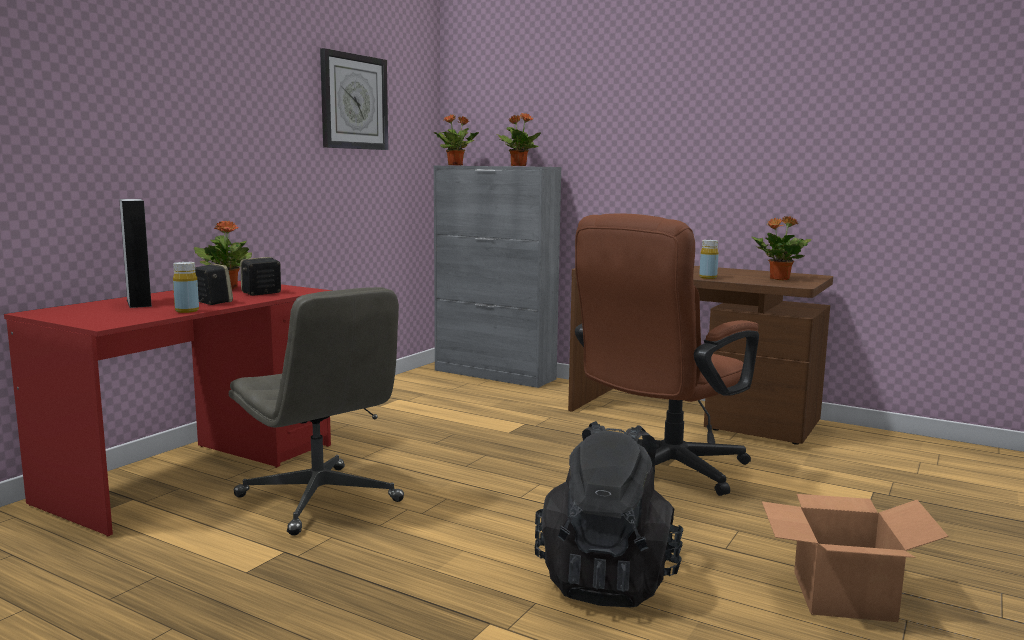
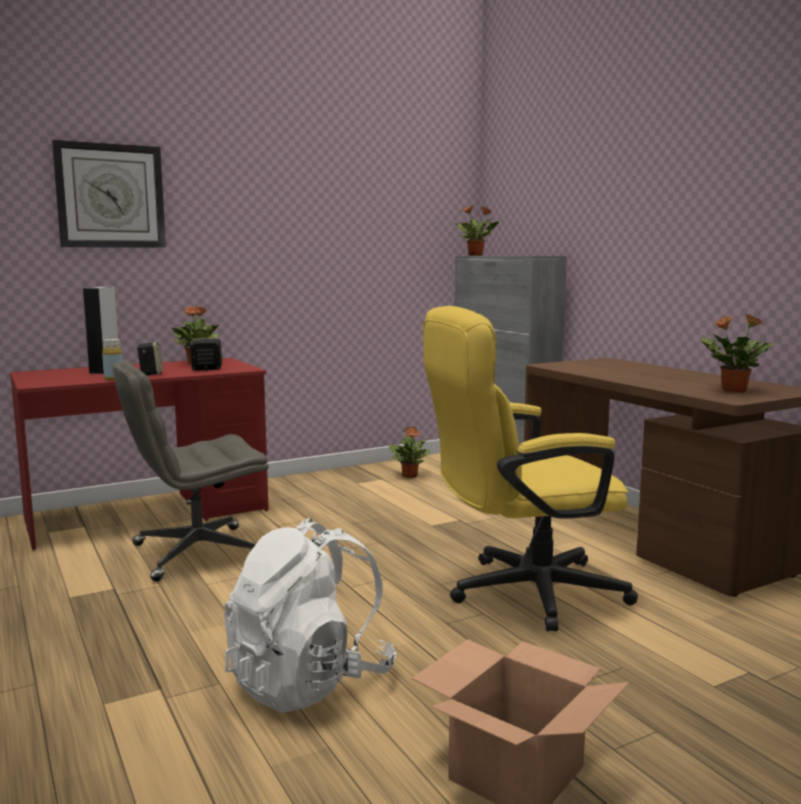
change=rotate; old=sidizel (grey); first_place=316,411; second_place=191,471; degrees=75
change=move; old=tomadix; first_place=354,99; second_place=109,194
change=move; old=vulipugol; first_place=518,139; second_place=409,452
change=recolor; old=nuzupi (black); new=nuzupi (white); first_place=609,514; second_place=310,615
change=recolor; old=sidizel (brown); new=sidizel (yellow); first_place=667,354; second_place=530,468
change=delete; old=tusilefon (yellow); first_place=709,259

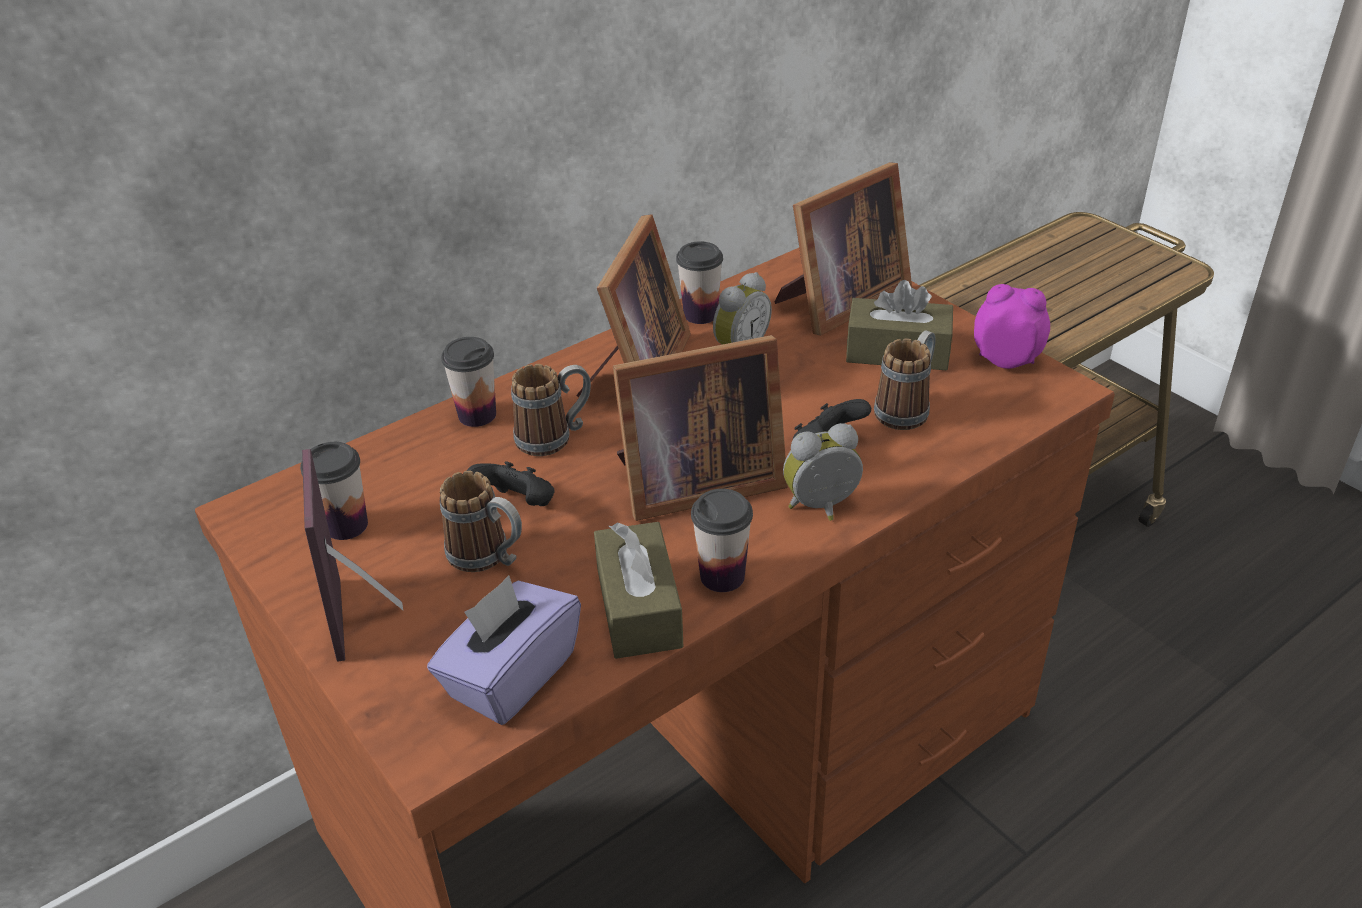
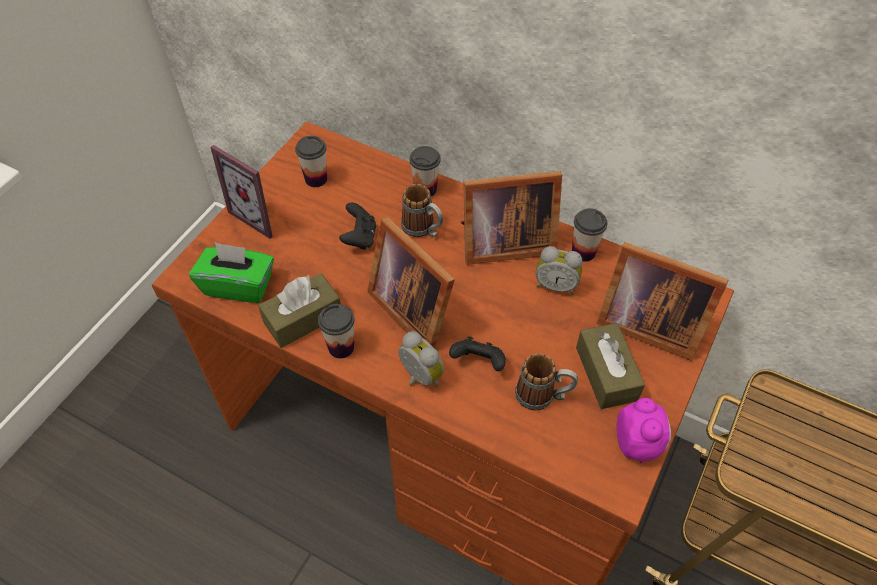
change=rotate; old=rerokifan; first_place=352,555; second_place=241,192; degrees=-105
change=recolor; old=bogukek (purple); new=bogukek (green); first_place=504,650; second_place=231,272
change=delete; old=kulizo; first_place=481,521

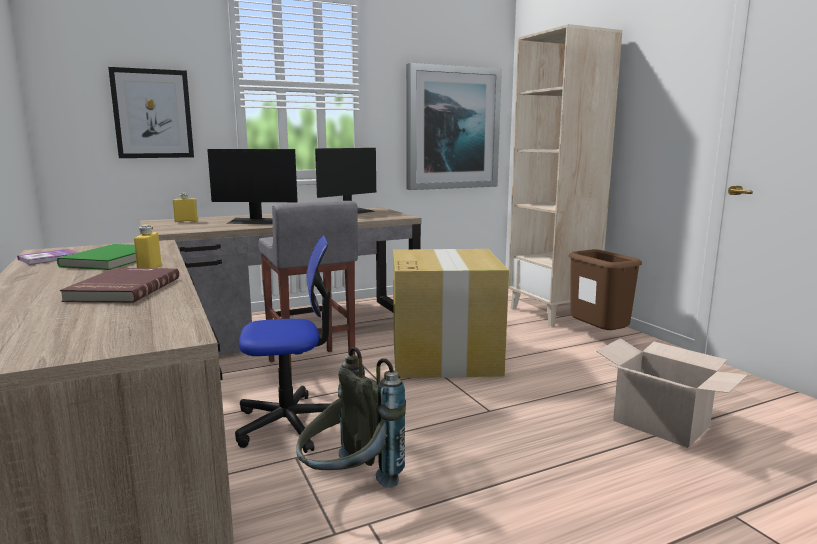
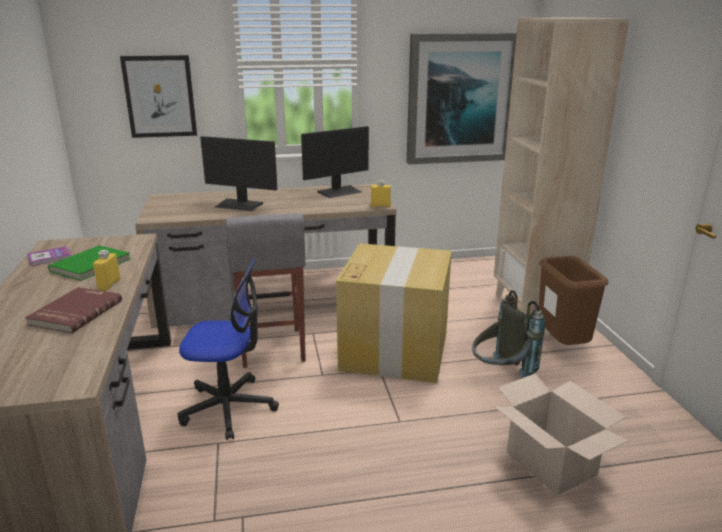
change=move; old=tusilefon (yellow); first_place=185,207; second_place=381,193
change=move; old=nuzupi (grey); first_place=351,417; second_place=508,334

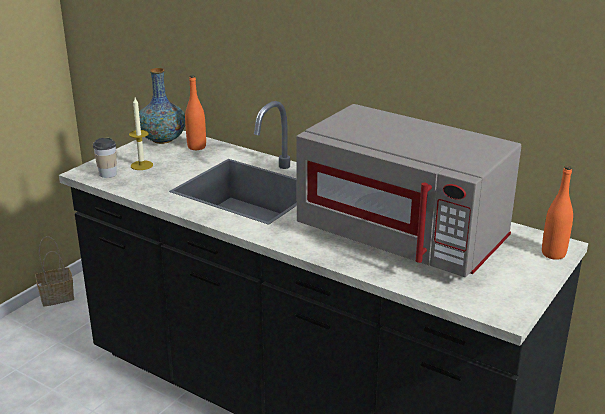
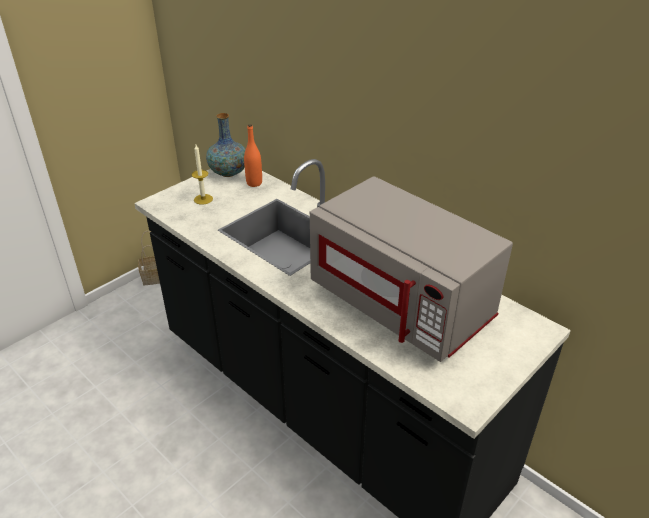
change=delete; old=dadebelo; first_place=105,158
change=delete; old=tusilefon (orange); first_place=557,213

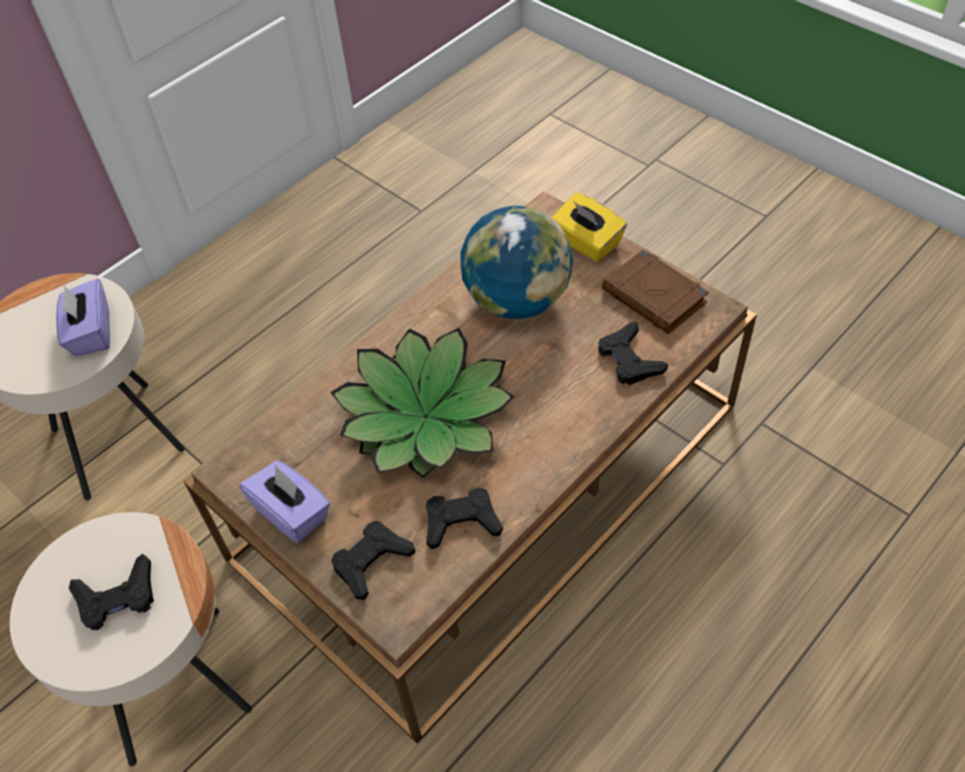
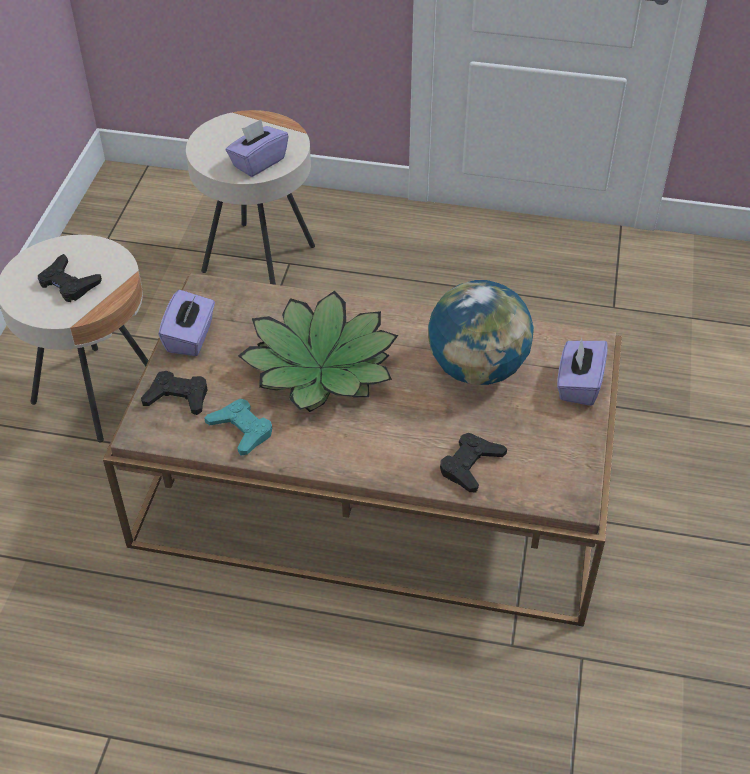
change=recolor; old=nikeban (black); new=nikeban (turquoise); first_place=464,518; second_place=238,427
change=recolor; old=bogukek (yellow); new=bogukek (purple); first_place=589,227; second_place=582,372
change=delete; old=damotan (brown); first_place=655,291

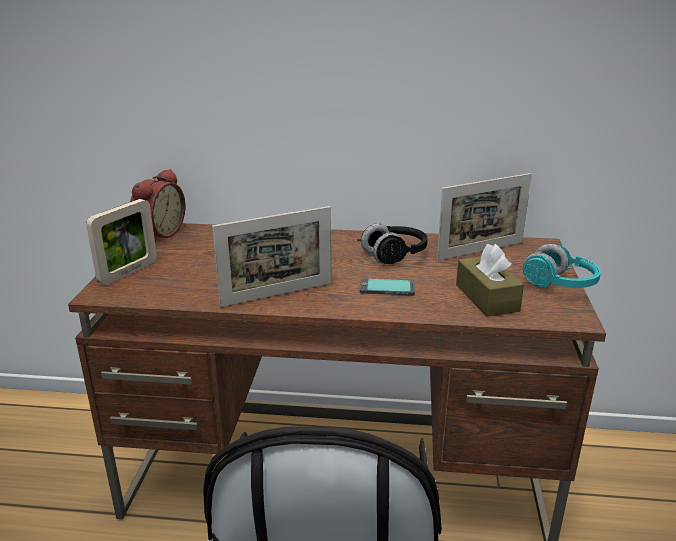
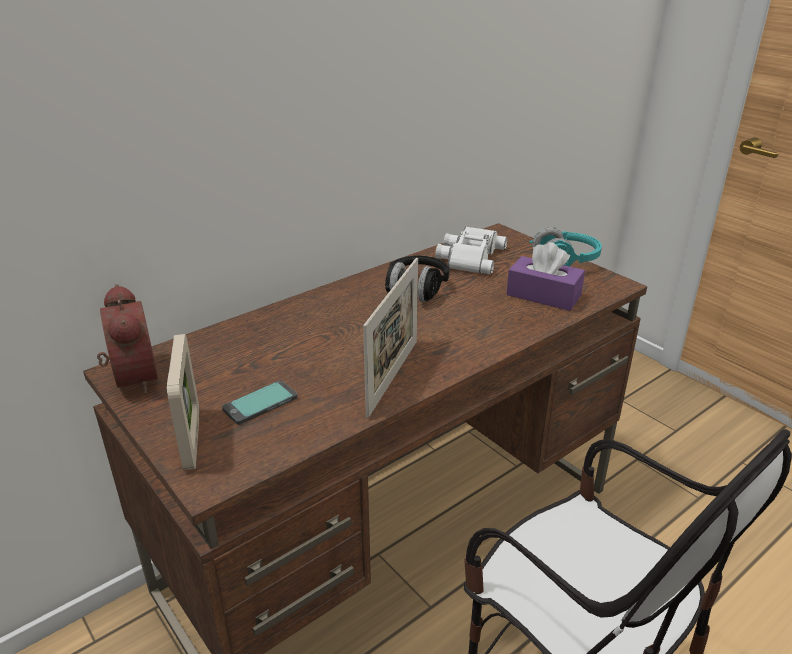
change=move; old=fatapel; first_place=387,287; second_place=260,402
change=replace; old=rerokifan; new=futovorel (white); first_place=484,217; second_place=471,250
change=recolor; old=bogukek (brown); new=bogukek (purple); first_place=490,280; second_place=546,276

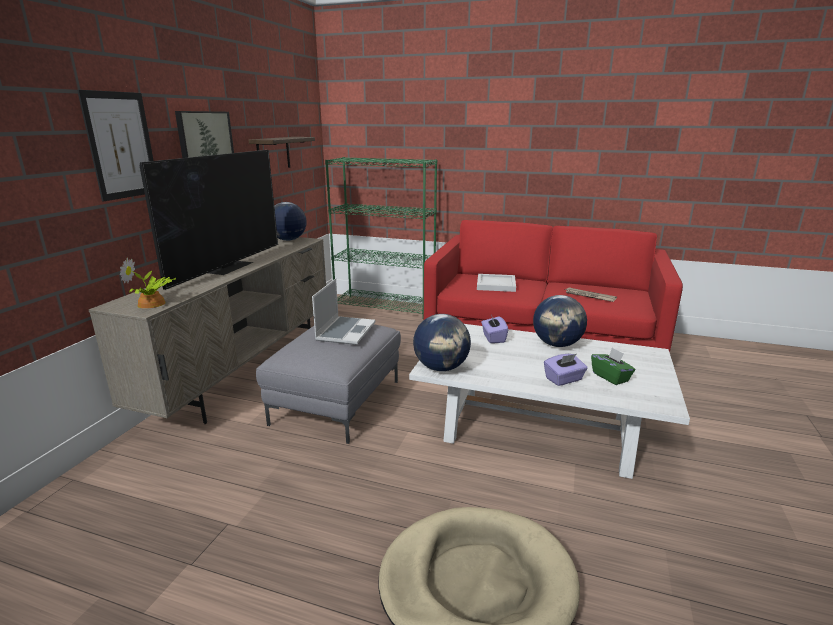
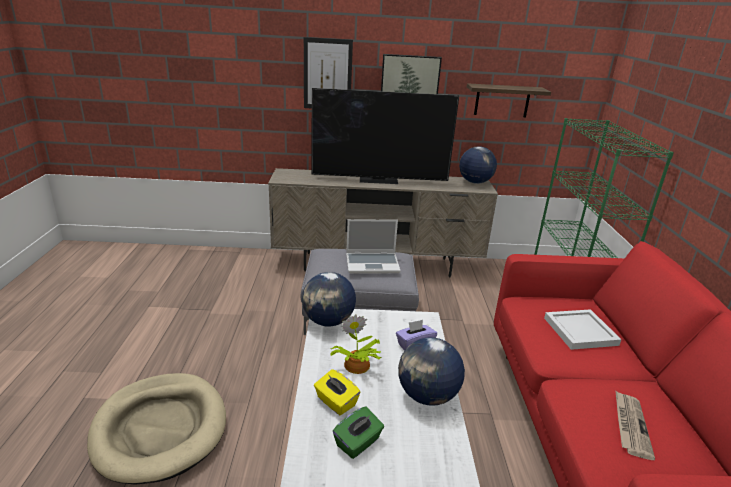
change=move; old=vulipugol; first_place=148,283; second_place=356,344
change=recolor; old=bogukek (purple); new=bogukek (yellow); first_place=566,370; second_place=337,392

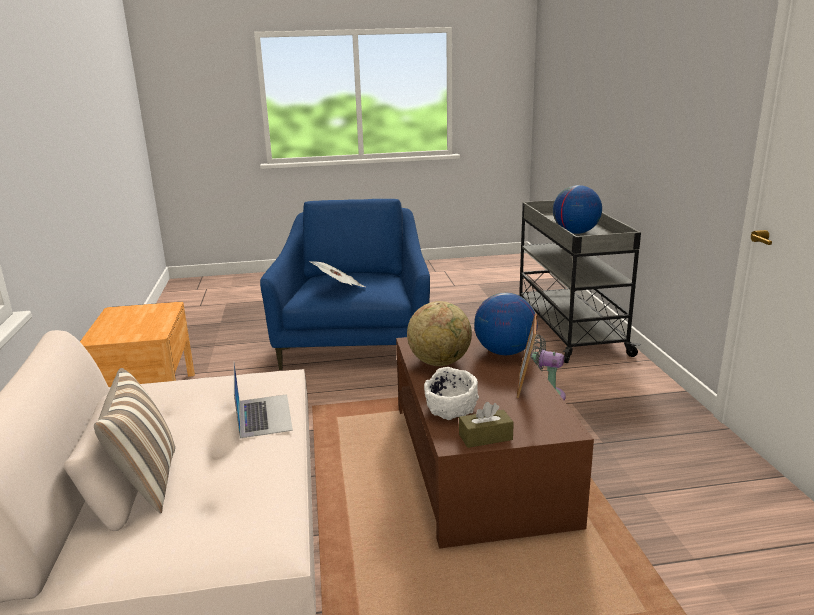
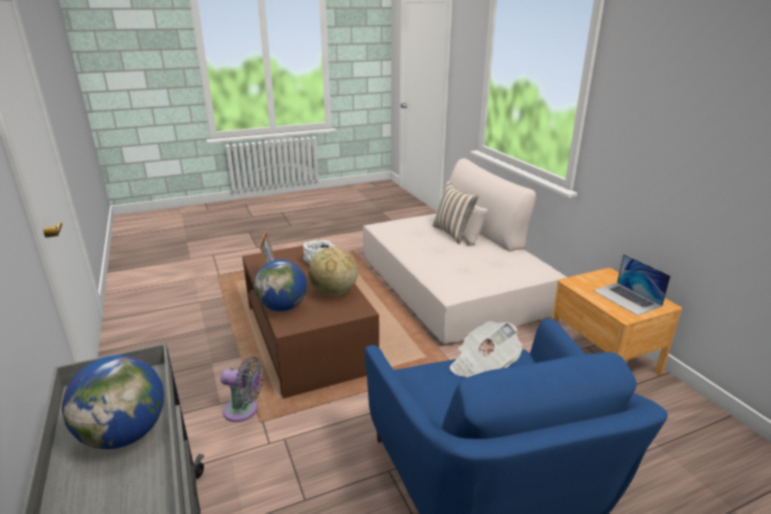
change=move; old=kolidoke; first_place=263,400; second_place=632,285
change=delete; old=bogukek (brown); first_place=486,425

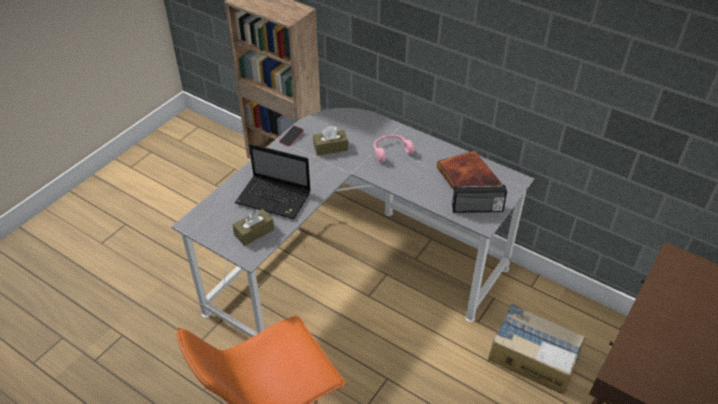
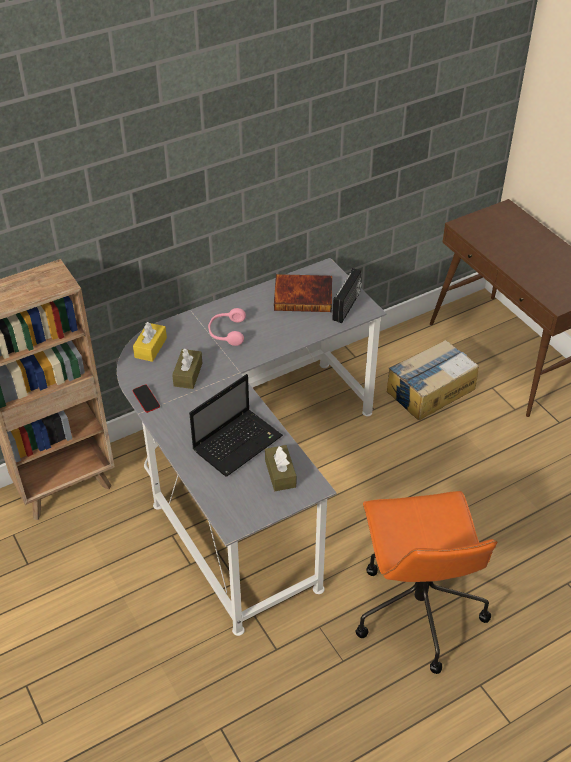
change=insert; new=bogukek (yellow); second_place=150,342

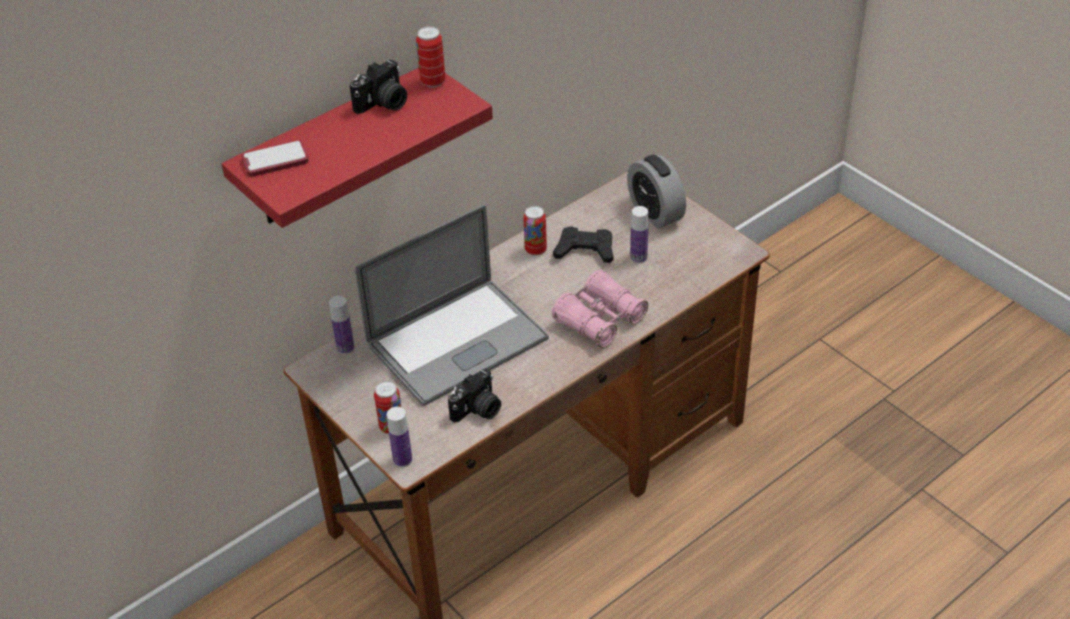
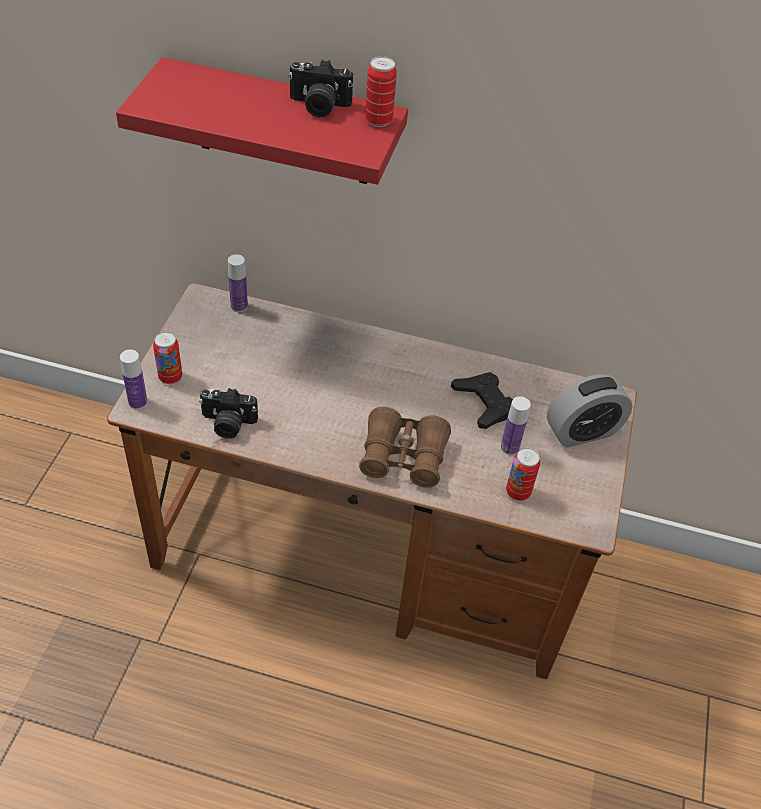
change=delete; old=fatapel; first_place=275,158
change=delete; old=kolidoke; first_place=452,305
change=move; old=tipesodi; first_place=535,231; second_place=523,474
change=recolor; old=futovorel (pink); new=futovorel (brown); first_place=600,309; second_place=405,447
change=rotate; old=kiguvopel; first_place=656,191; second_place=590,410; degrees=-135

